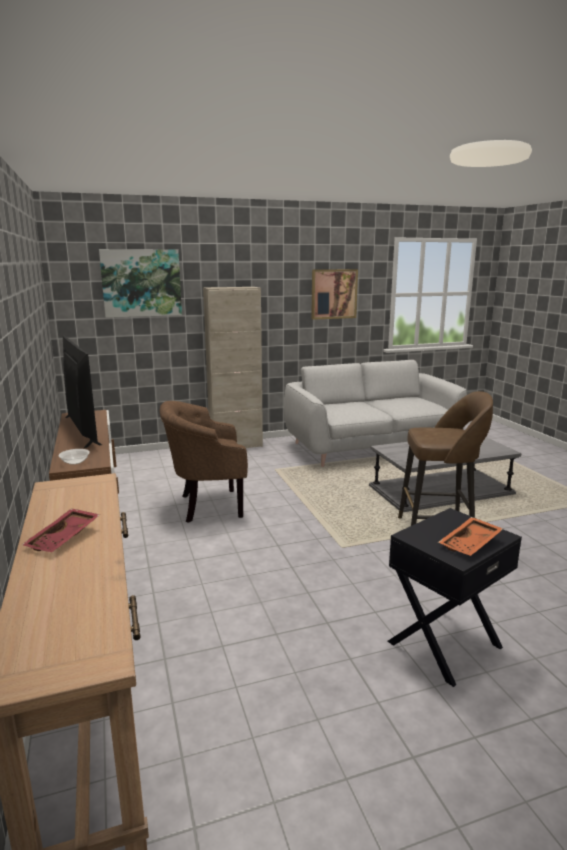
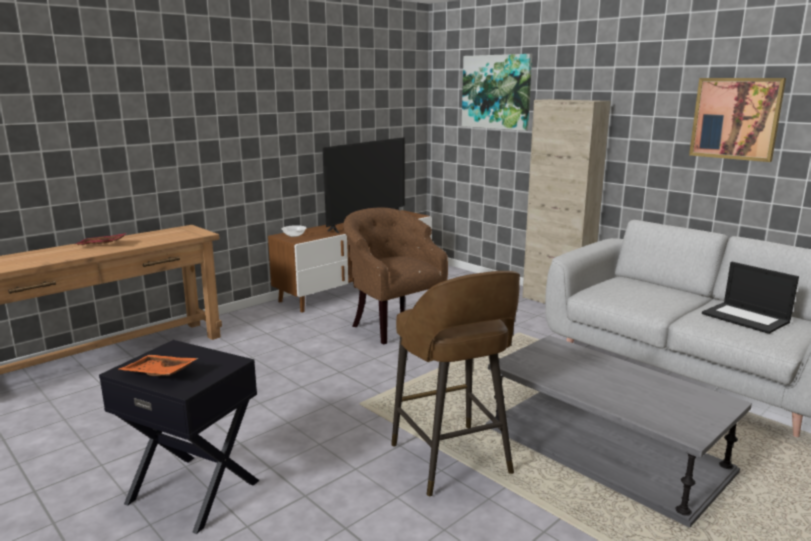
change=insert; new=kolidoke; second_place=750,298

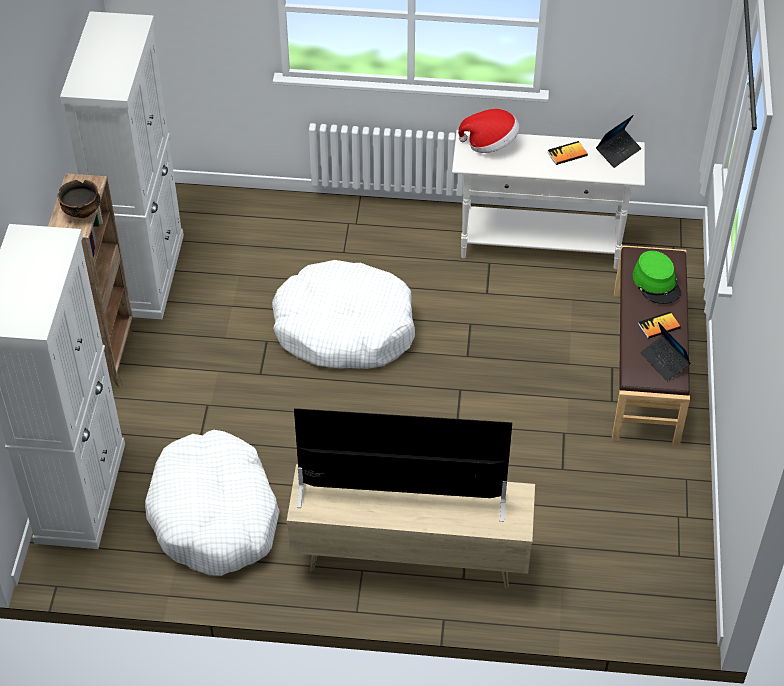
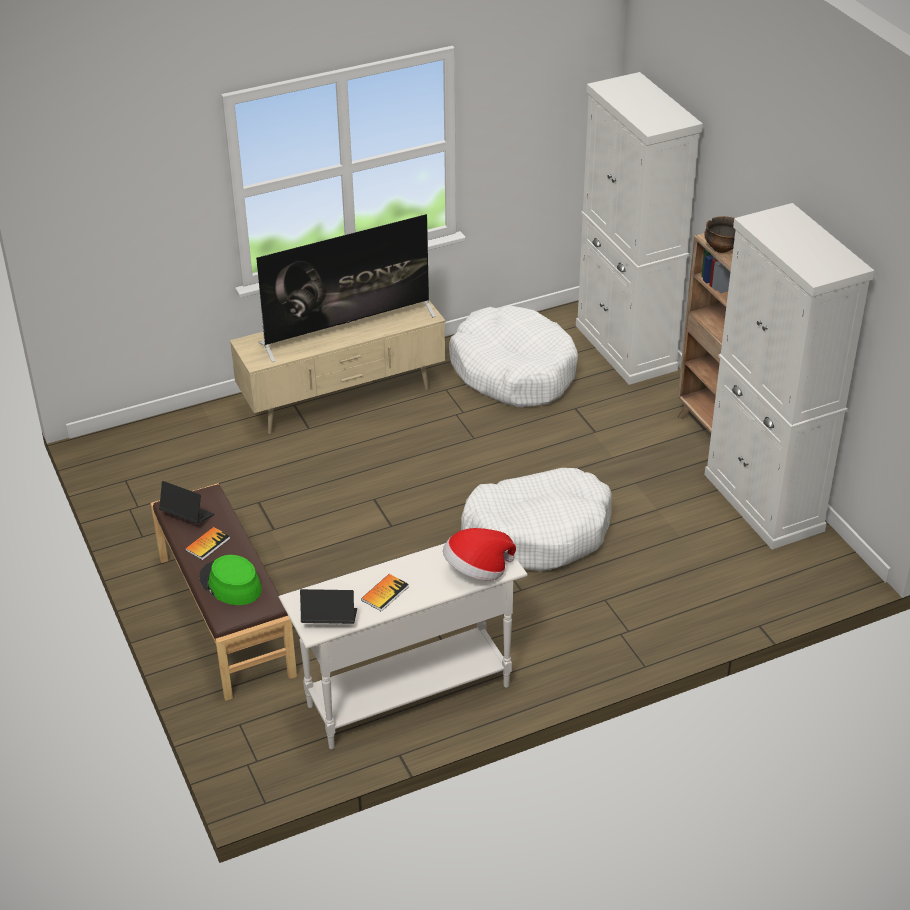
change=rotate; old=kolidoke; first_place=618,141; second_place=328,606; degrees=75

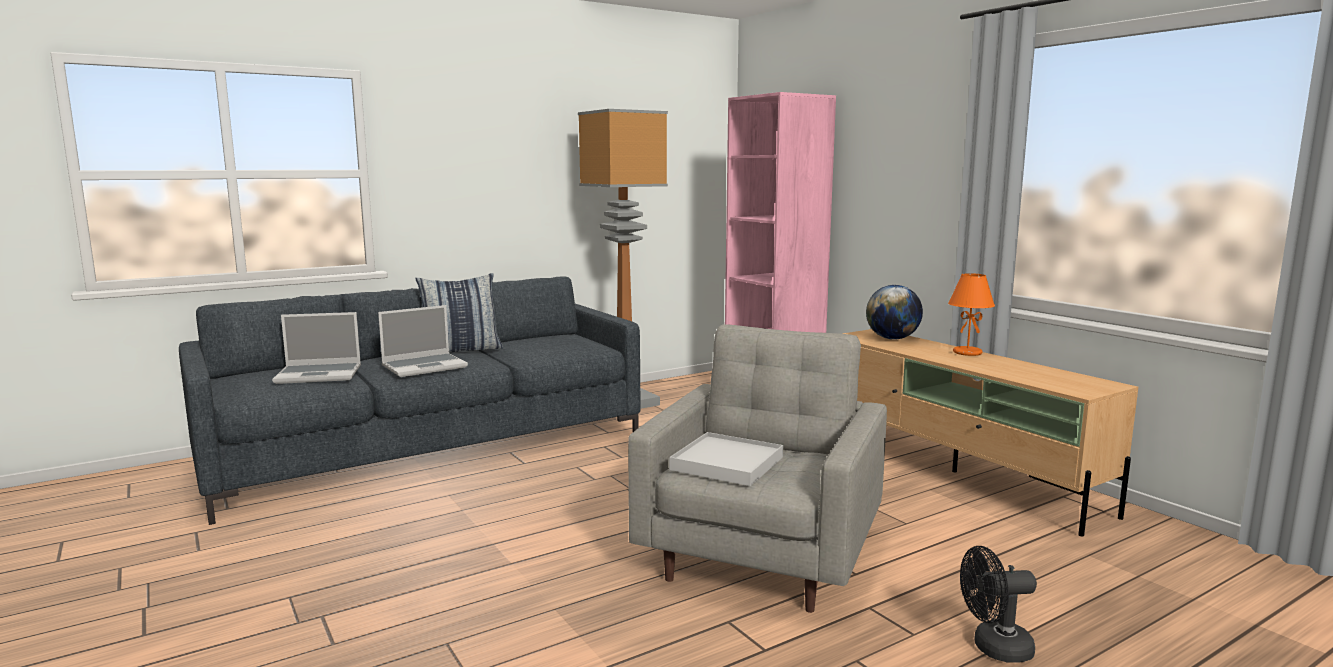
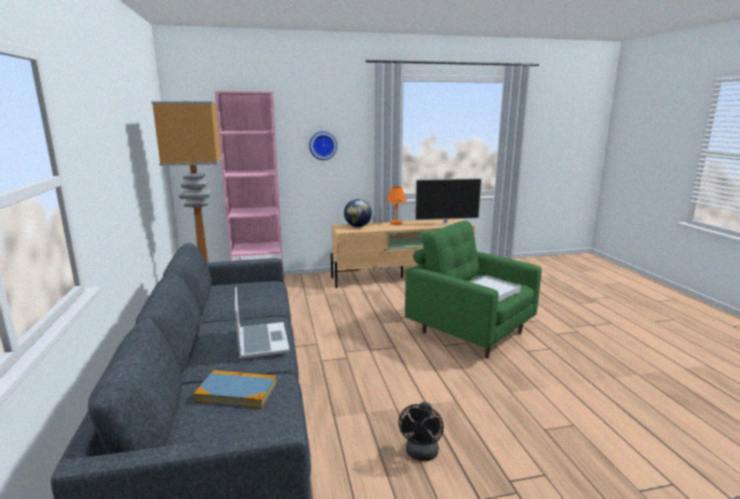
change=replace; old=kolidoke; new=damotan; first_place=316,348; second_place=235,389
change=delete; old=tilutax; first_place=459,312
change=recolor; old=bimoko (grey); new=bimoko (green); first_place=757,468; second_place=473,289
change=move; old=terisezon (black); first_place=998,604; second_place=421,431
change=insert; new=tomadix; second_place=323,145
change=insert; new=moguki; second_place=448,201

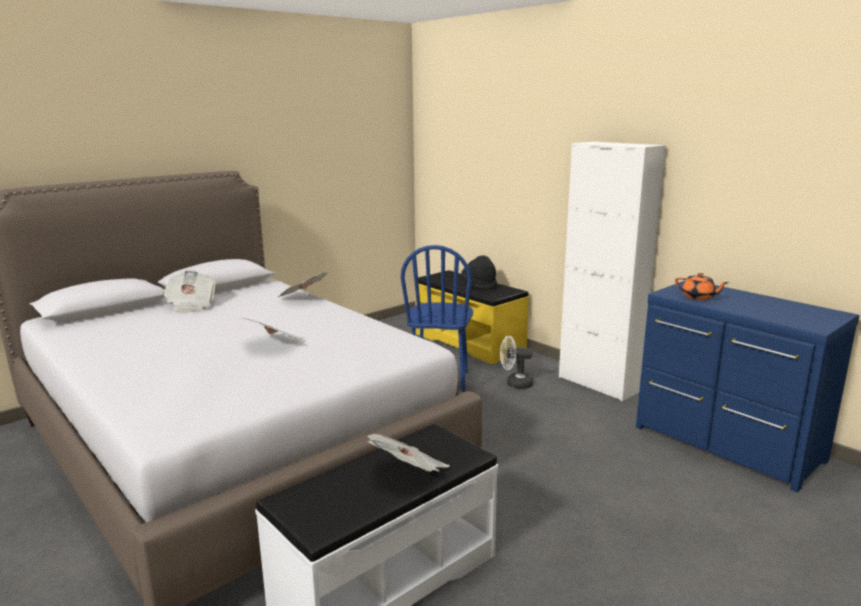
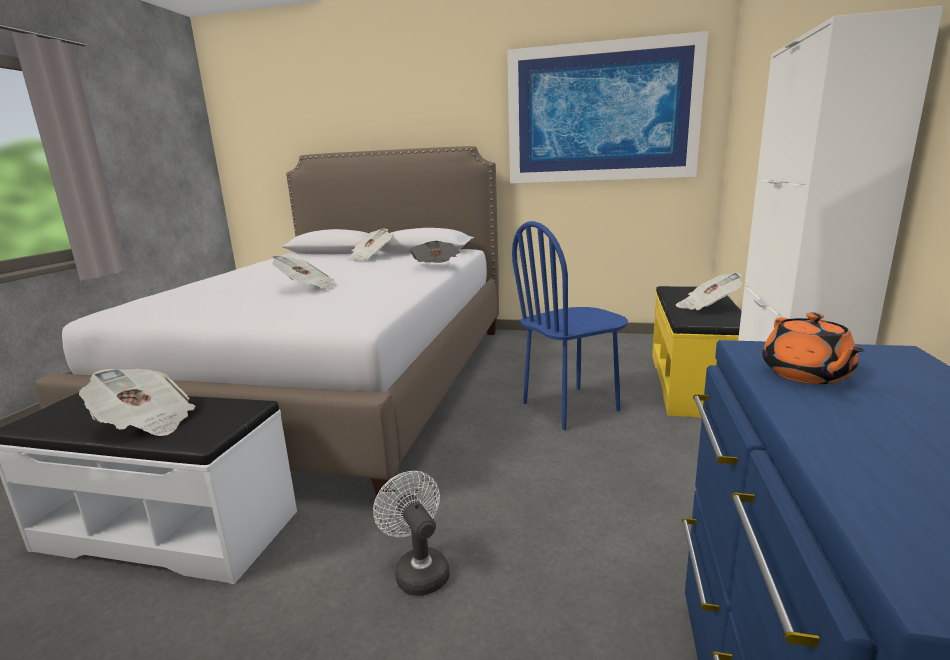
change=replace; old=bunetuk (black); new=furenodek; first_place=479,272; second_place=709,291
change=move; old=terisezon (white); first_place=516,362; second_place=411,533
change=insert; new=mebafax; second_place=607,107

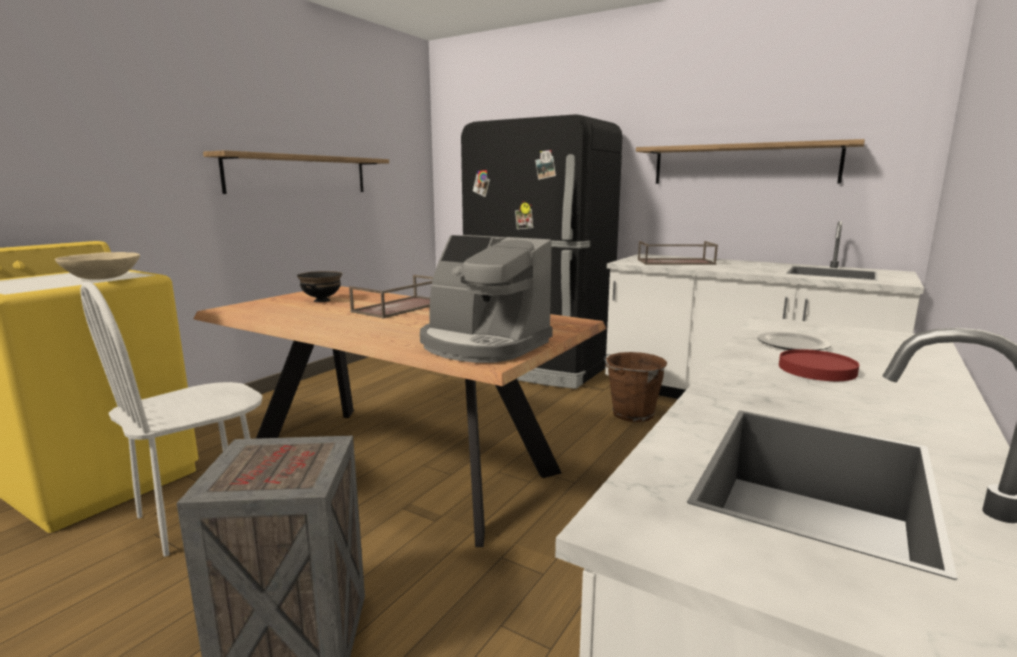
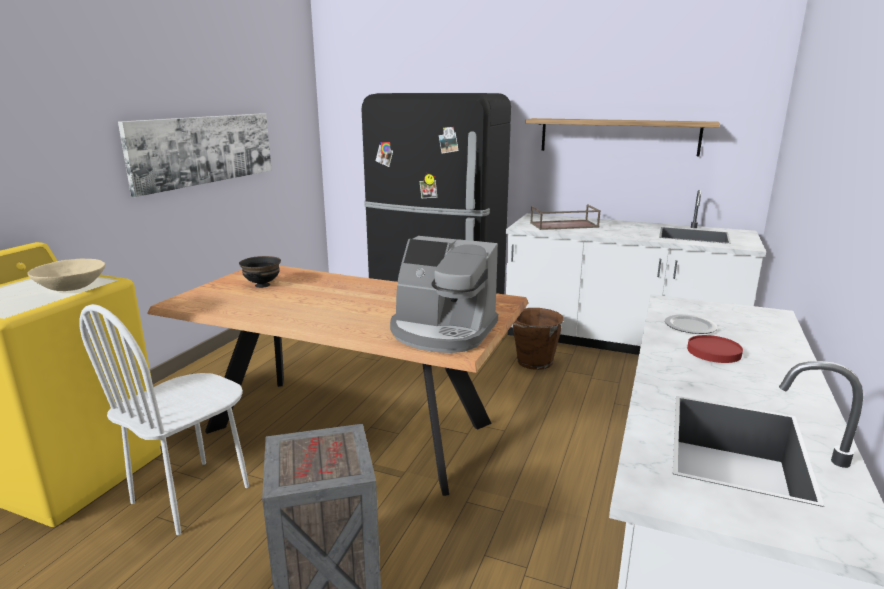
change=replace; old=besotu; new=mebafax; first_place=296,172; second_place=195,155
change=delete; old=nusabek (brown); first_place=391,297

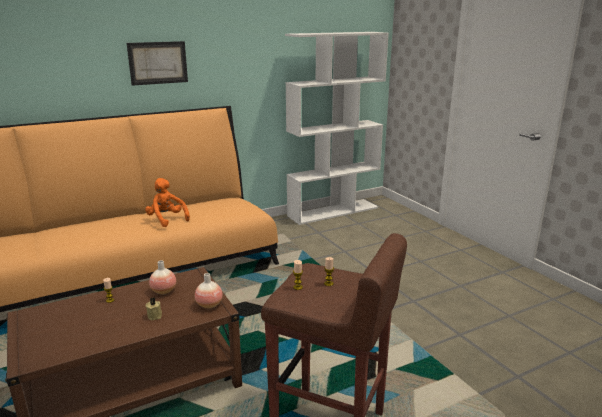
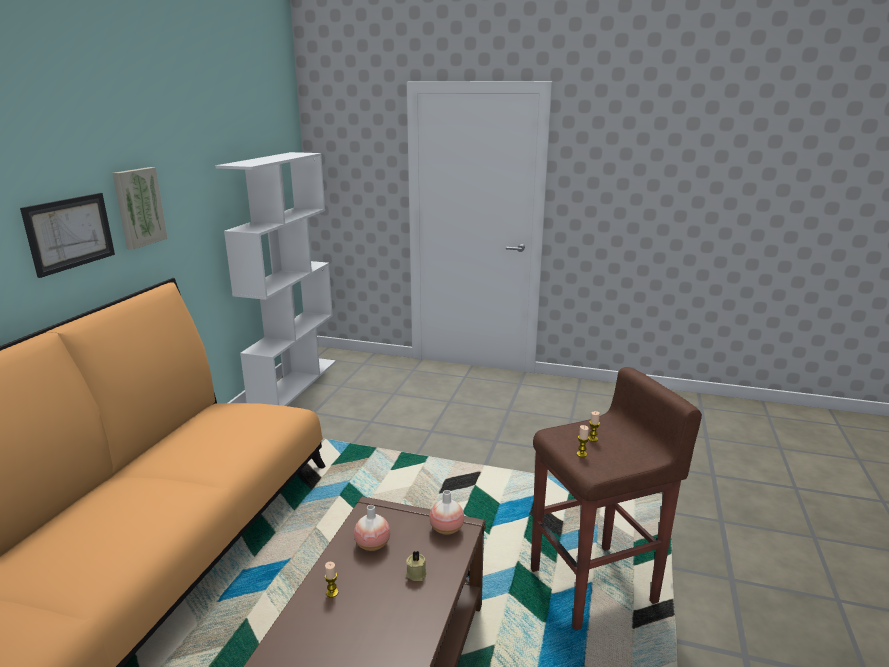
change=delete; old=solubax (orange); first_place=167,202
change=insert; new=mebafax; second_place=140,208

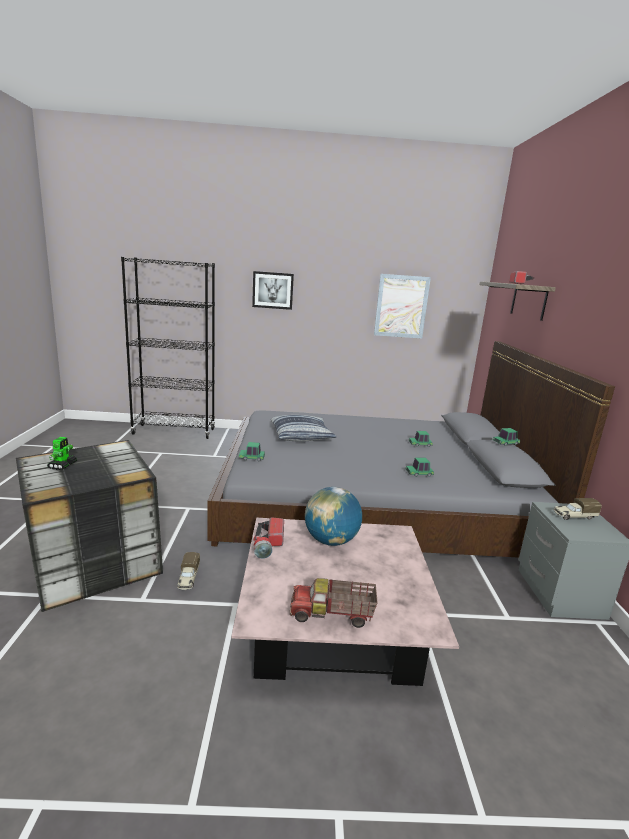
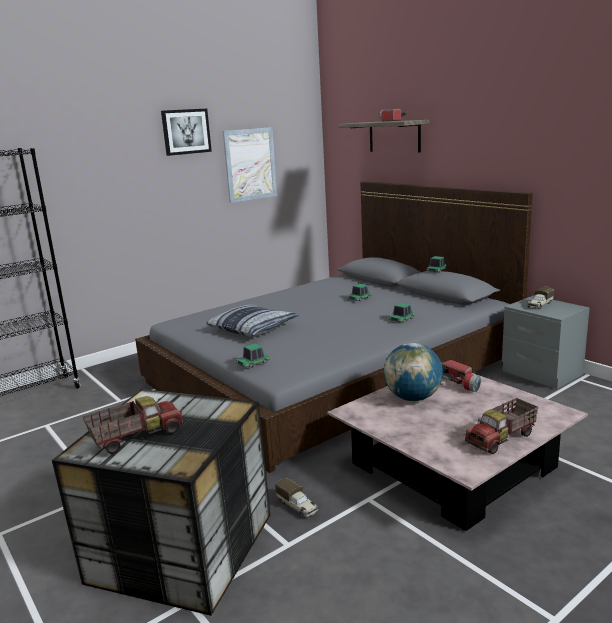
change=replace; old=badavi; new=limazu; first_place=62,453; second_place=133,425
change=move; old=mebafax; first_place=273,290; second_place=186,132
change=move; old=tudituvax; first_place=269,538; second_place=461,376

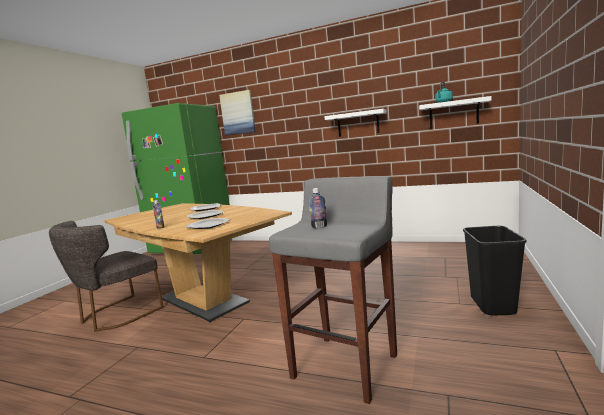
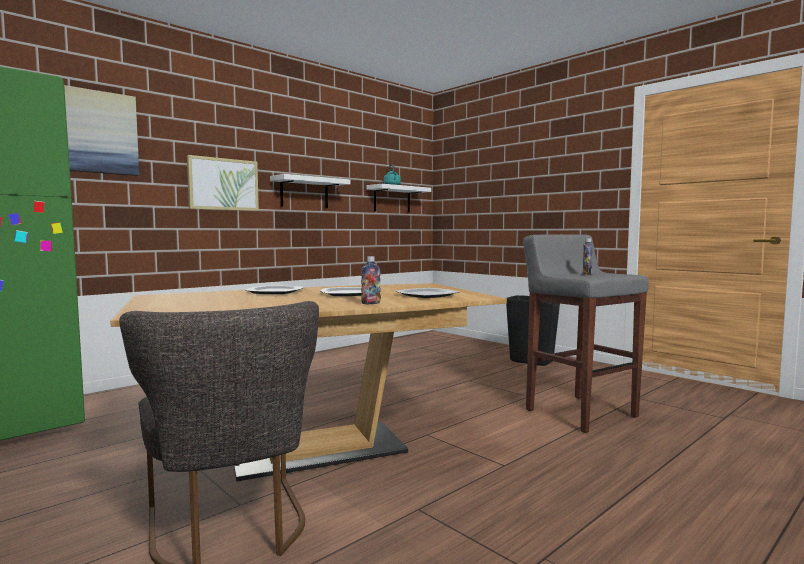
change=insert; new=mebafax; second_place=223,183

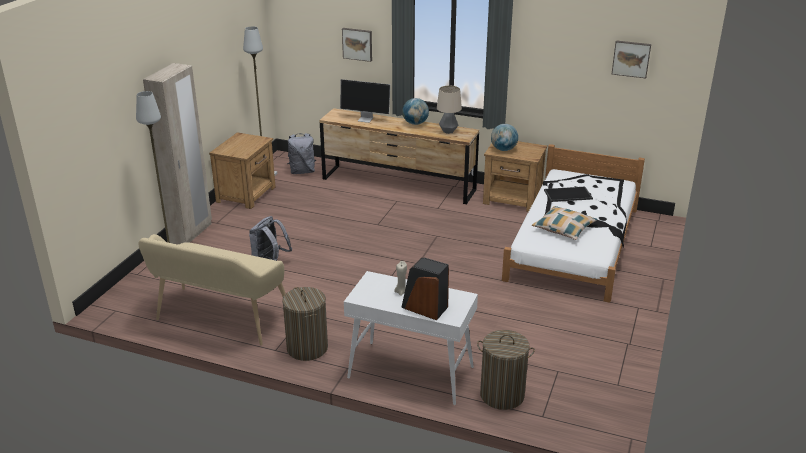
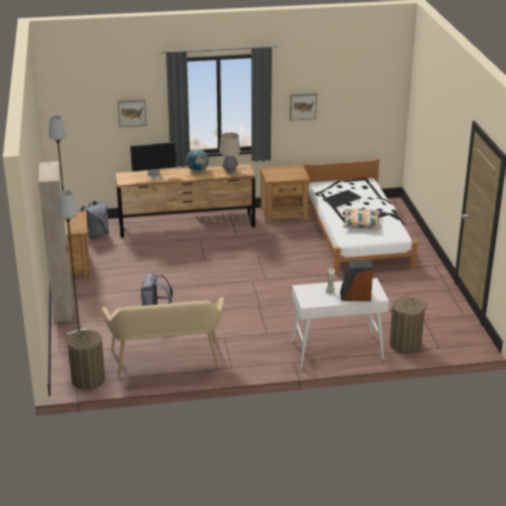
change=move; old=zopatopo; first_place=305,324; second_place=86,360
change=delete; old=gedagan; first_place=504,137
change=move; old=mebafax; first_place=631,59; second_place=303,107

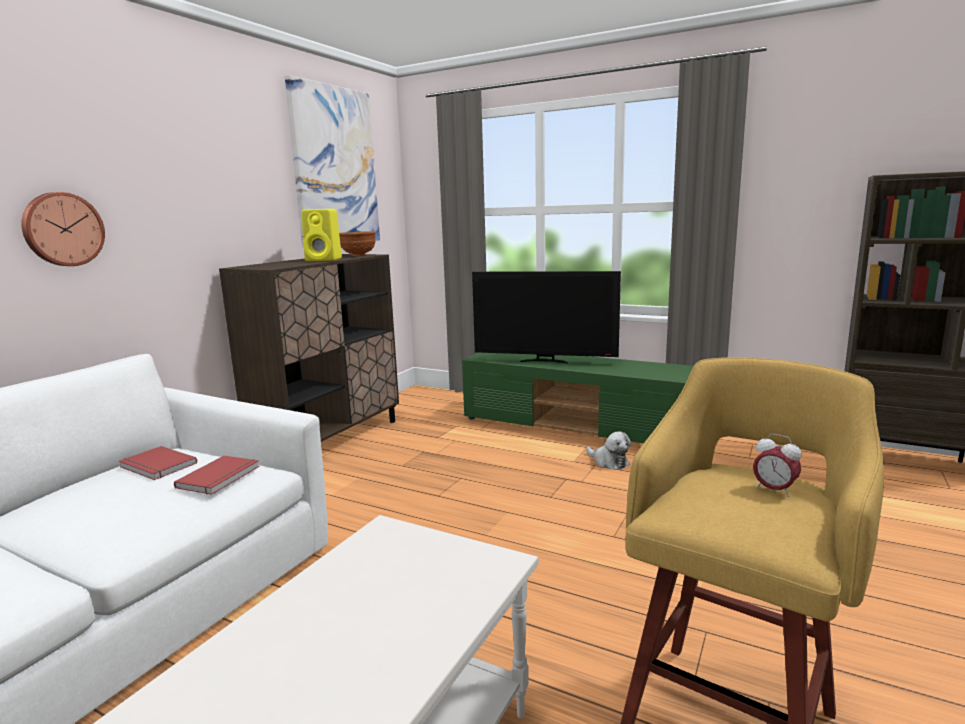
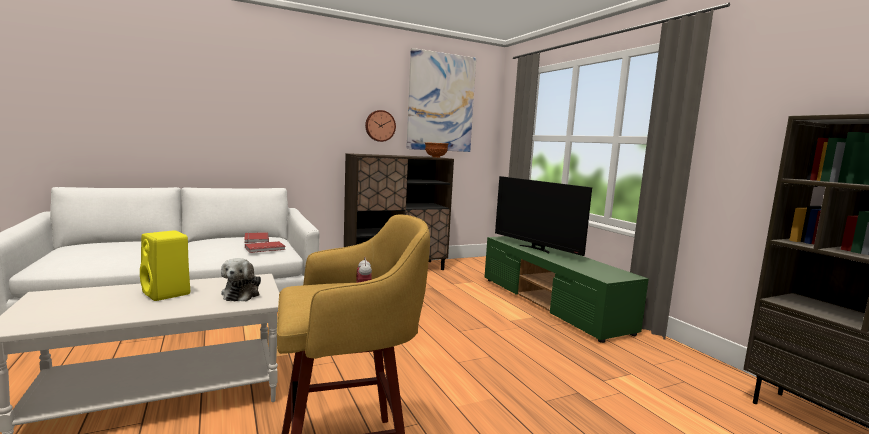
change=move; old=tomadix; first_place=63,229; second_place=380,126
change=move; old=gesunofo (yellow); first_place=322,235; second_place=165,265
change=move; old=solubax; first_place=608,450; second_place=241,279

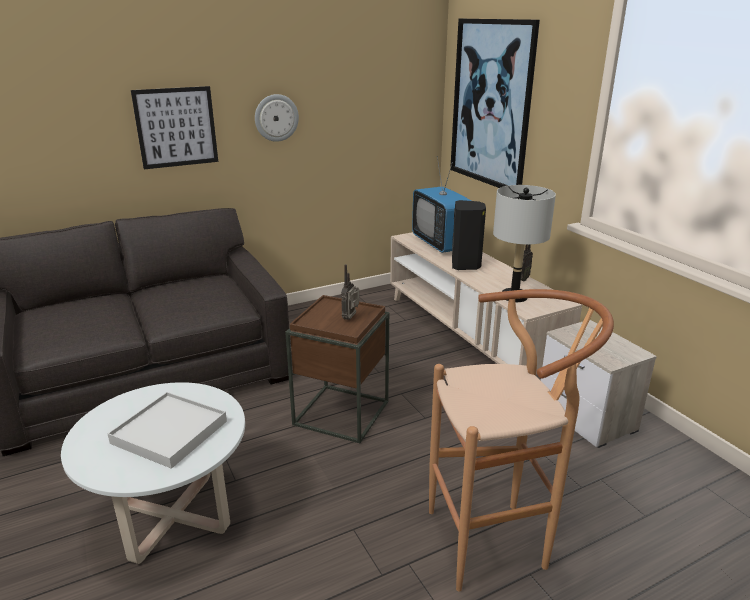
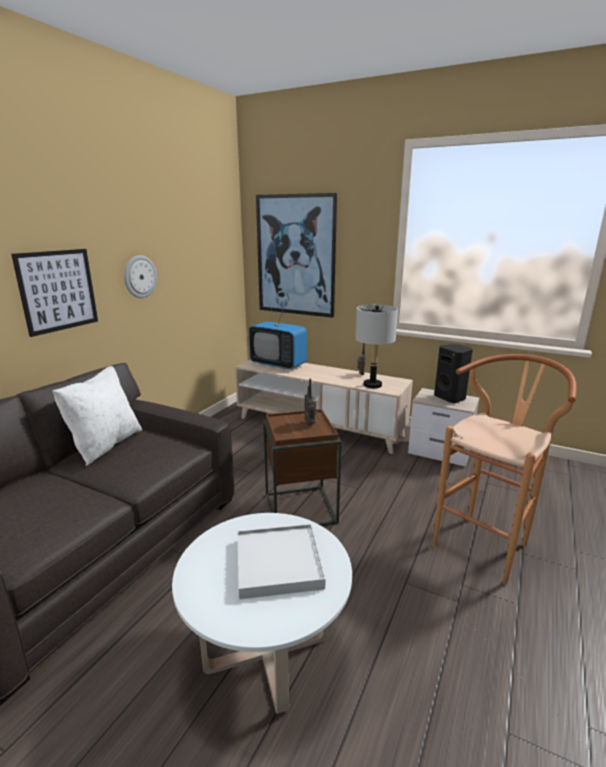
change=move; old=gesunofo (black); first_place=469,235; second_place=453,373
change=insert; new=tilutax (white); second_place=97,416

